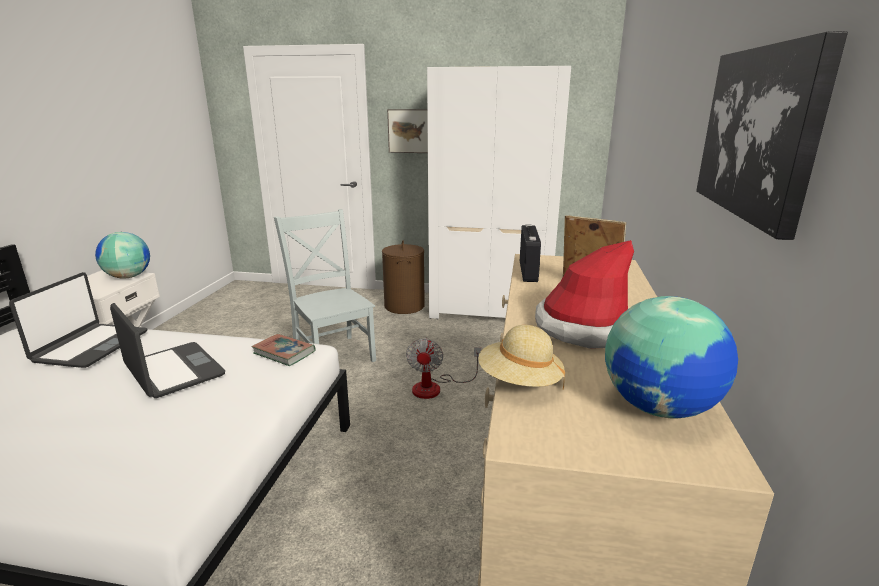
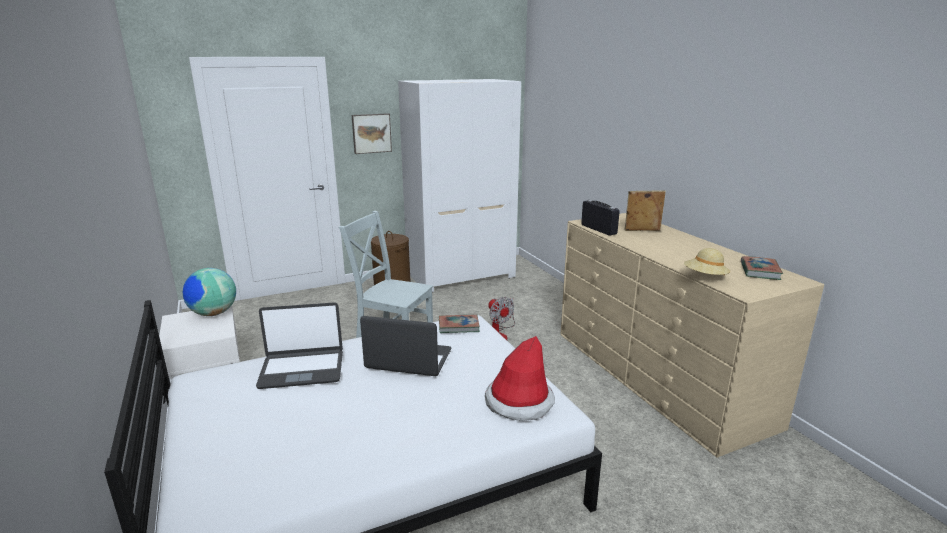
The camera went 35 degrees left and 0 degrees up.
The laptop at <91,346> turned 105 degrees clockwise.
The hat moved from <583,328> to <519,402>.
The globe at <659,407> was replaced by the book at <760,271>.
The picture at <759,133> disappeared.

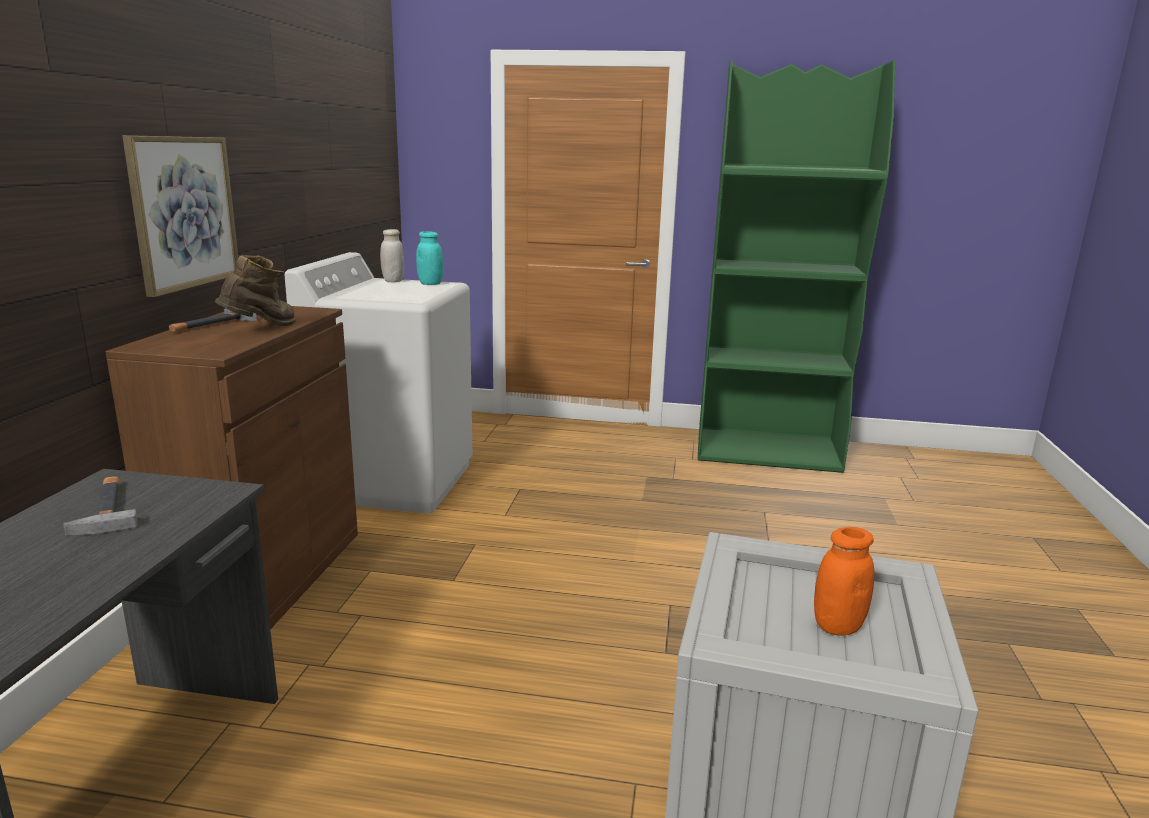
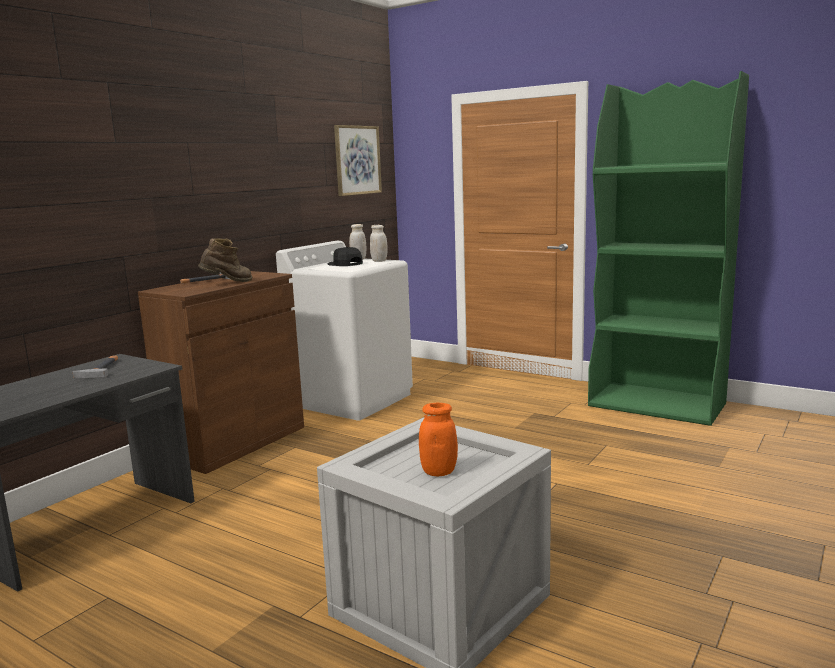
The camera went 25 degrees right and 5 degrees down.
The black cap at <345,264> appeared.
The picture moved from <184,212> to <357,160>.
The turquoise jar at <430,283> became the white jar at <379,261>.

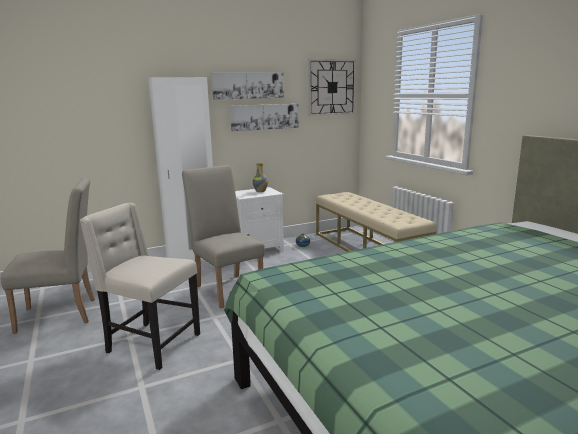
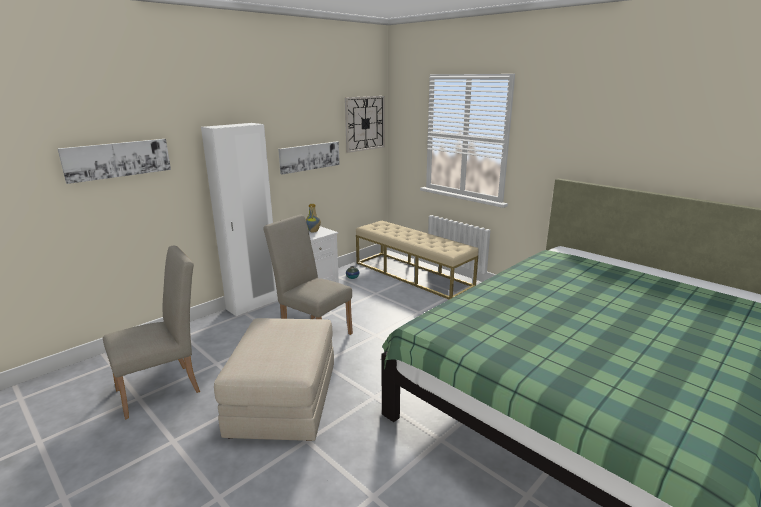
The camera went 20 degrees left and 5 degrees up.
The picture moved from <248,85> to <117,159>.
The beige chair at <151,344> was replaced by the beige ottoman at <283,400>.

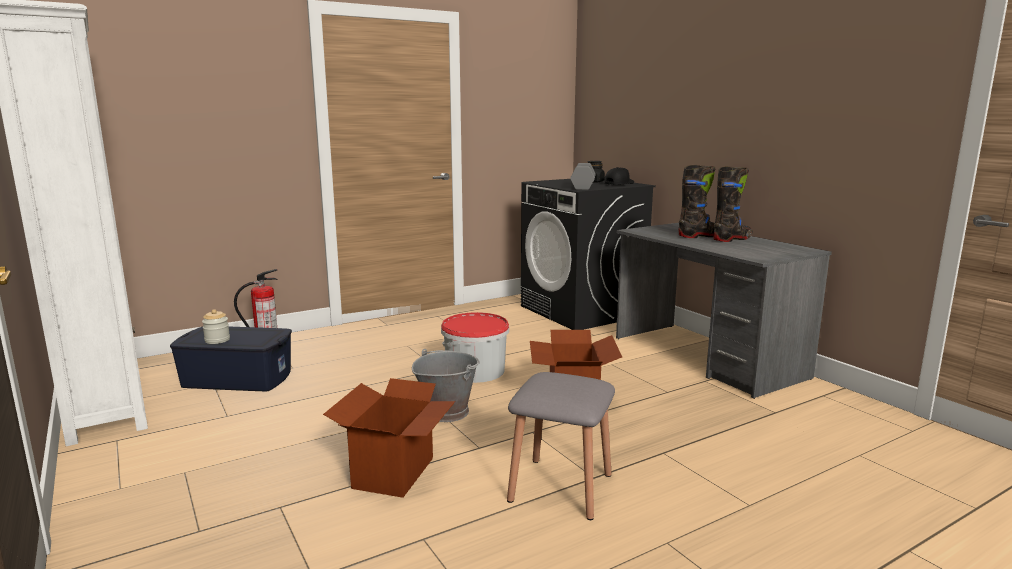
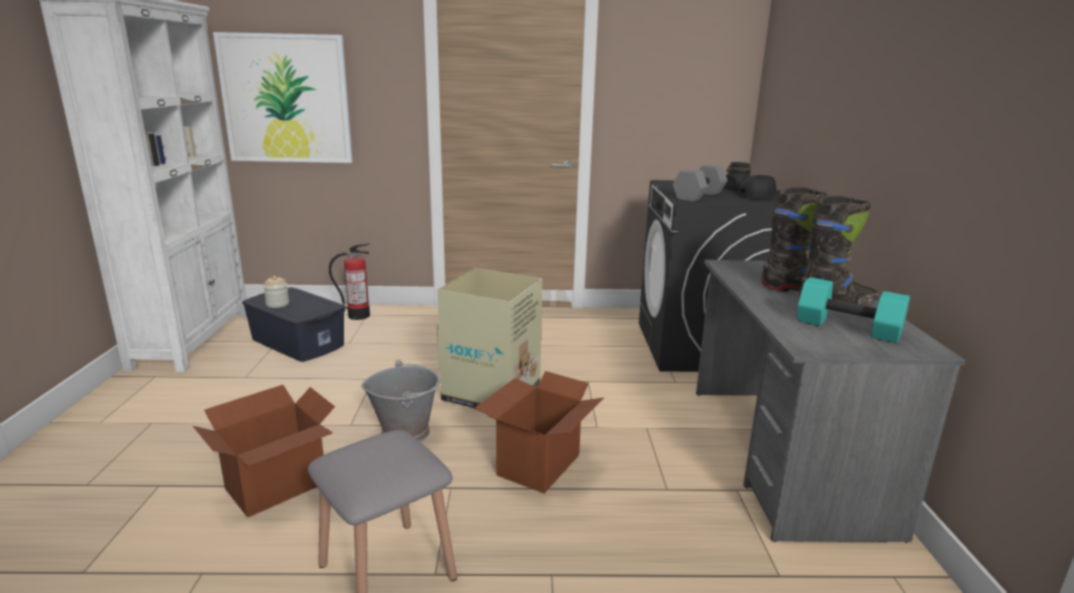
The camera went 30 degrees right and 5 degrees up.
The picture at <286,99> appeared.
The bucket at <475,371> was replaced by the cardboard box at <493,392>.
The turquoise dumbbell at <846,328> appeared.

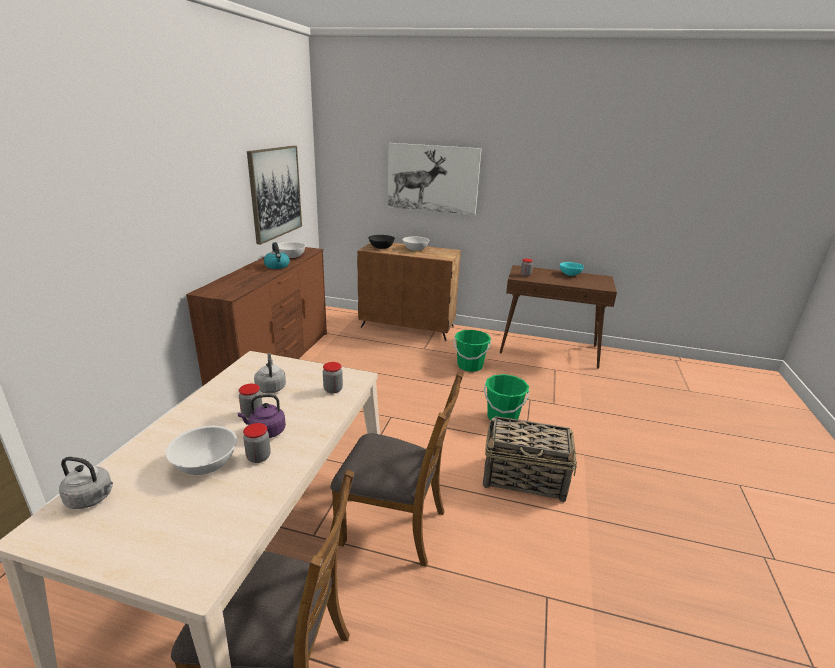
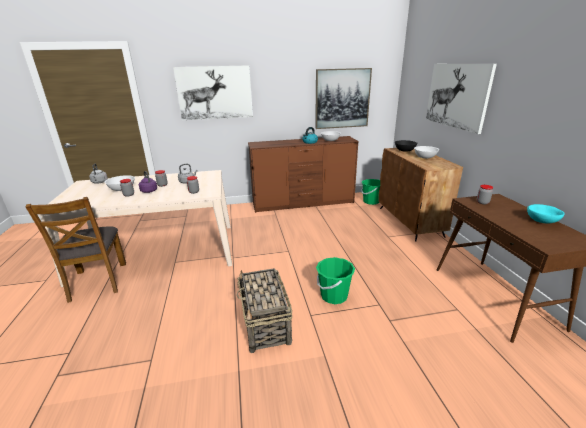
The camera went 65 degrees right and 0 degrees up.
The picture at <215,93> appeared.
The green bucket moved from <470,366> to <371,201>.
The brown chair at <394,526> disappeared.

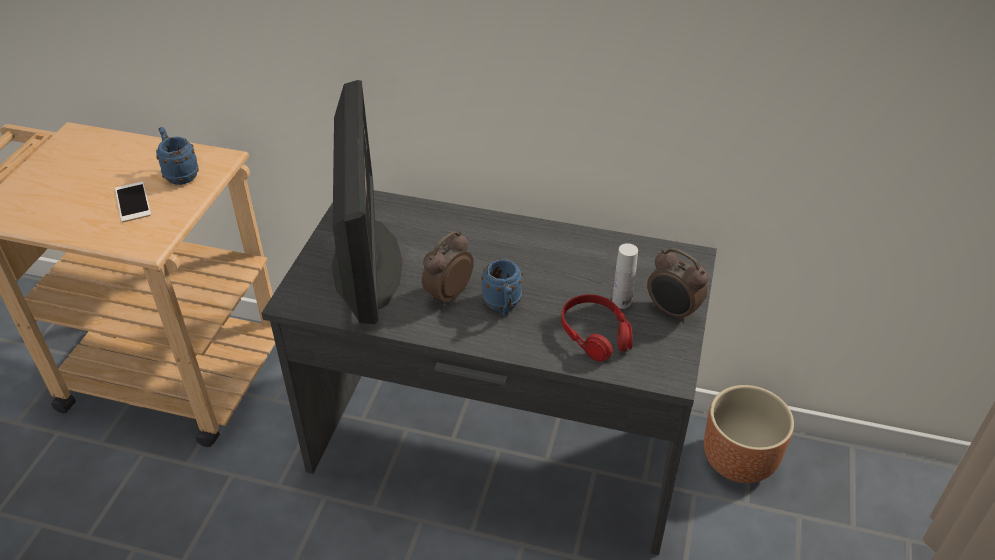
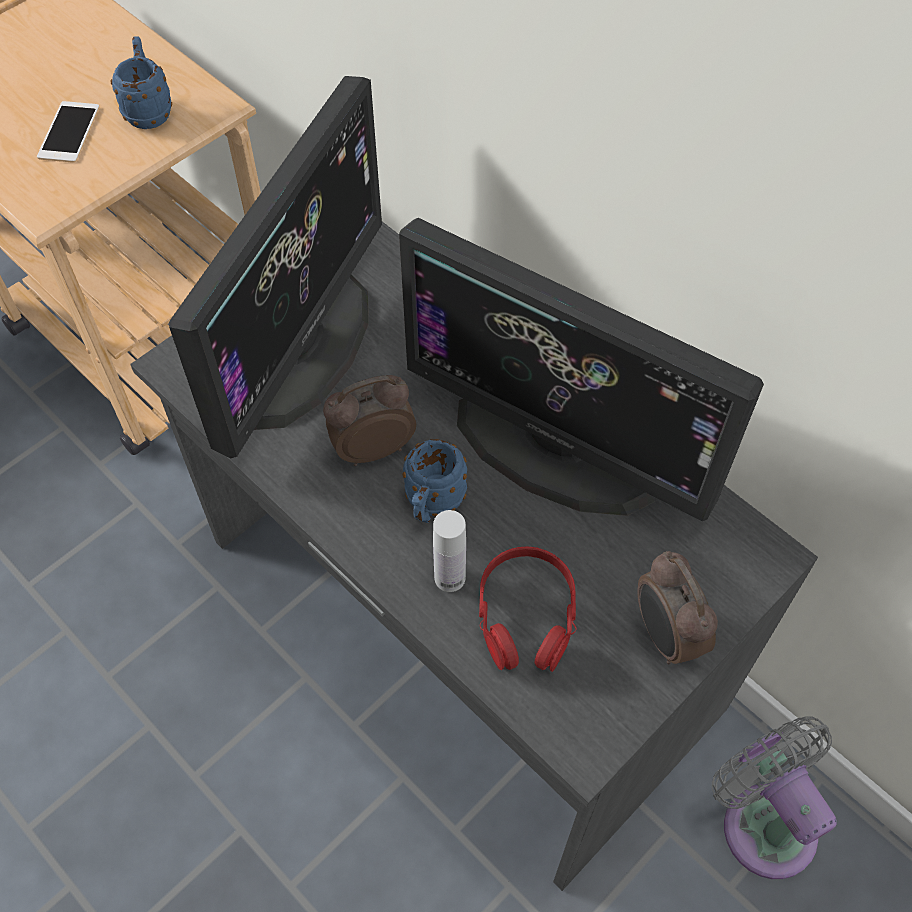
The camera went 30 degrees right and 15 degrees up.
The monitor at <555,448> appeared.
The white bottle moved from <621,302> to <449,578>.
The brown planter at <739,461> was replaced by the grey fan at <763,820>.

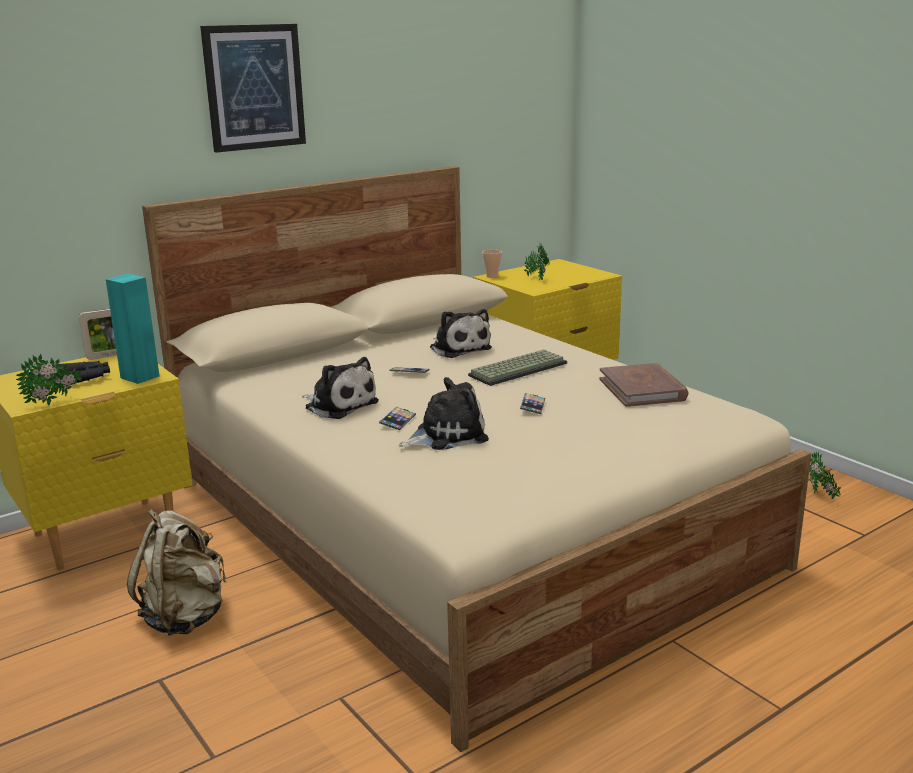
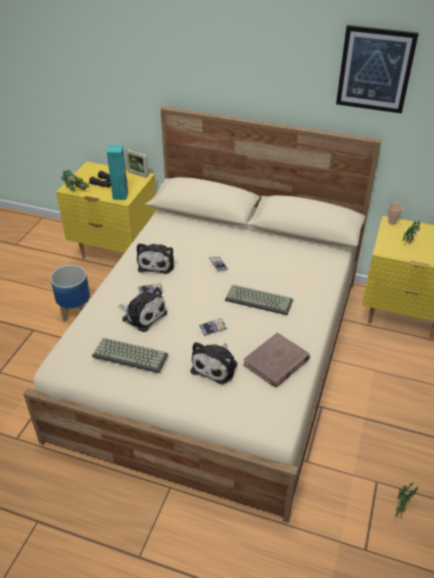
The camera went 55 degrees right and 20 degrees up.
The beige backpack at <185,617> was replaced by the planter at <75,311>.
The keyboard at <131,355> appeared.
The plush toy moved from <459,348> to <216,366>.
The picture moved from <254,87> to <375,69>.

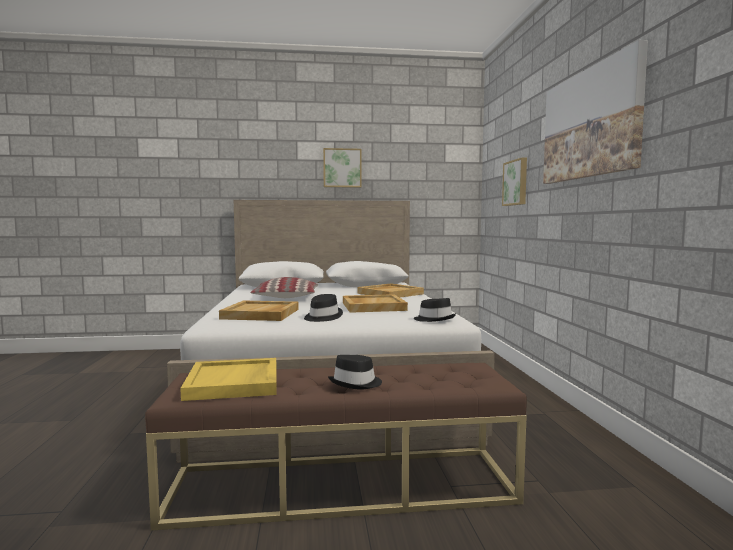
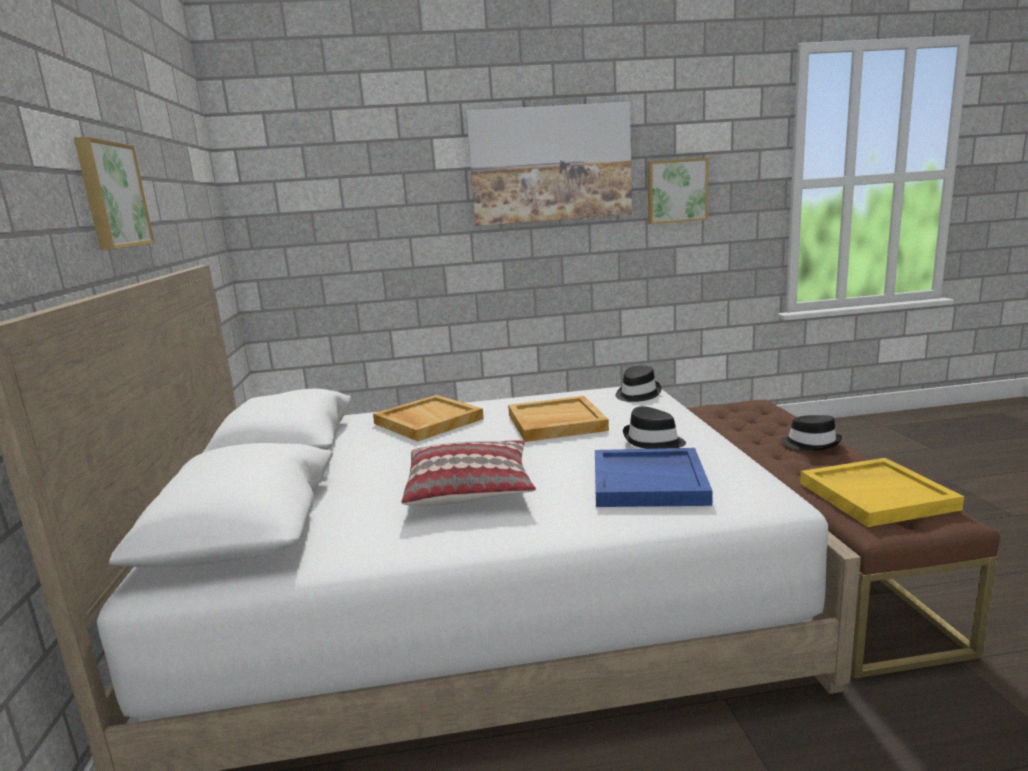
The camera went 90 degrees left and 10 degrees up.
The beige tray at <261,314> became the blue tray at <649,481>.
The picture moved from <516,182> to <676,191>.

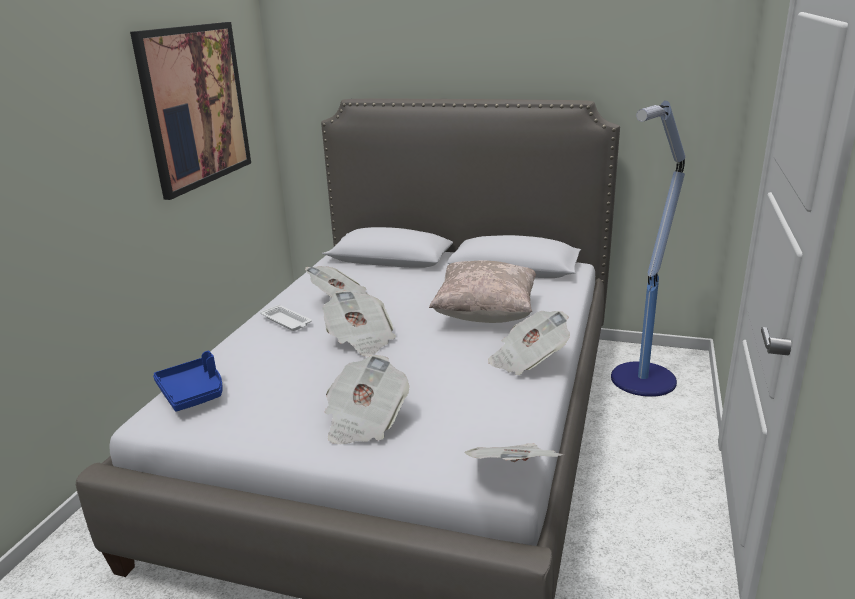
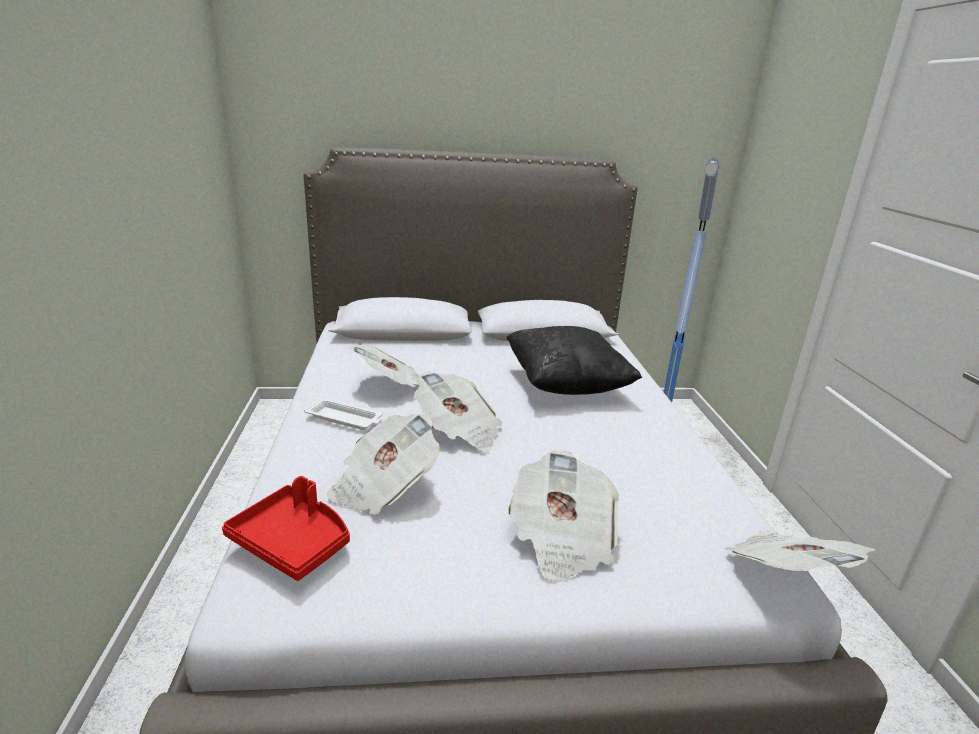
The camera went 25 degrees left and 0 degrees up.
The blue tray at <193,392> became the red tray at <293,542>.
The newspaper moved from <528,360> to <383,486>.
The beige pillow at <485,314> became the black pillow at <566,385>.
The picture at <195,106> disappeared.

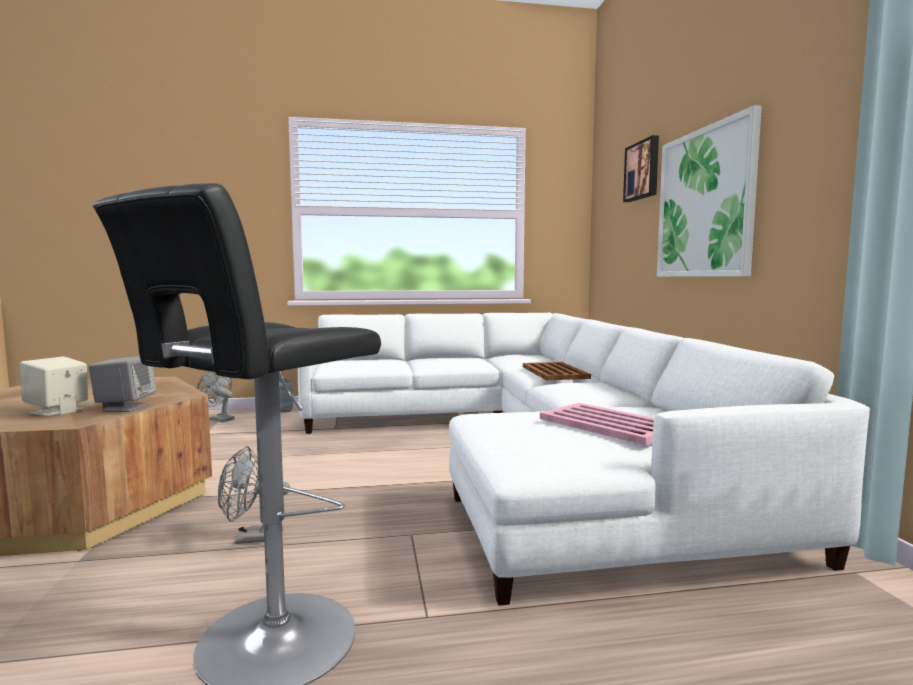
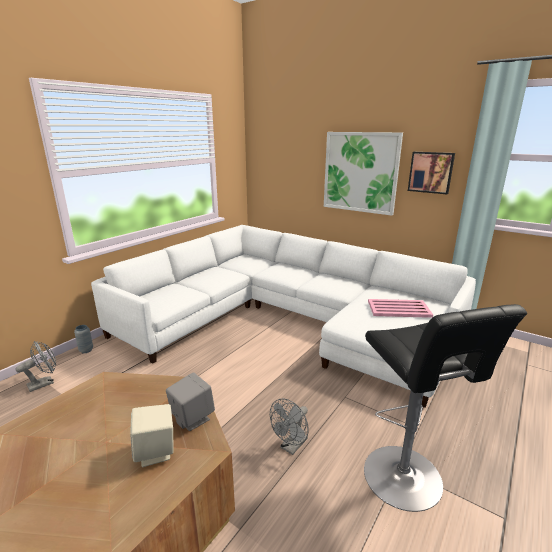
The camera went 45 degrees left and 15 degrees up.
The grey fan at <218,419> turned 150 degrees clockwise.
The picture moved from <643,170> to <431,172>.
The brown tray at <554,372> disappeared.

